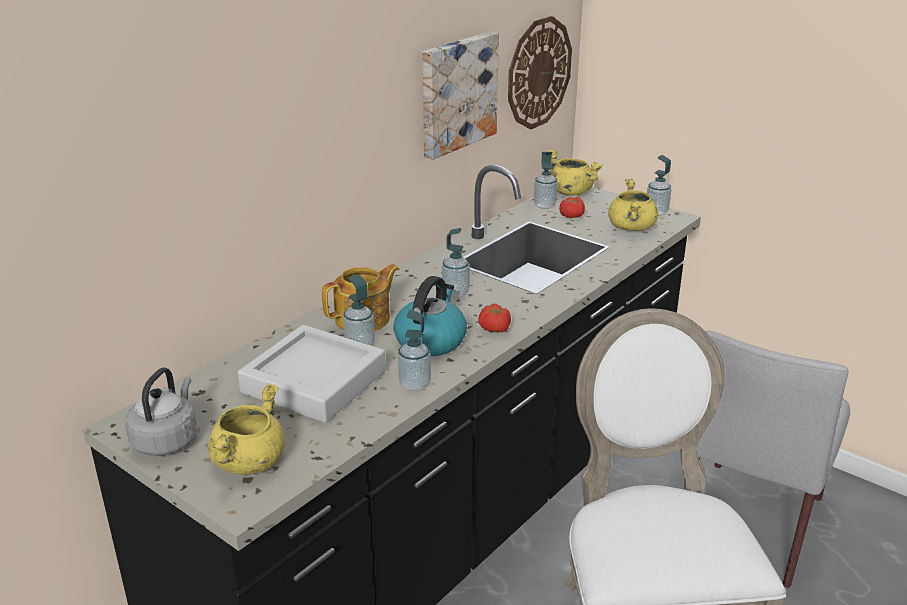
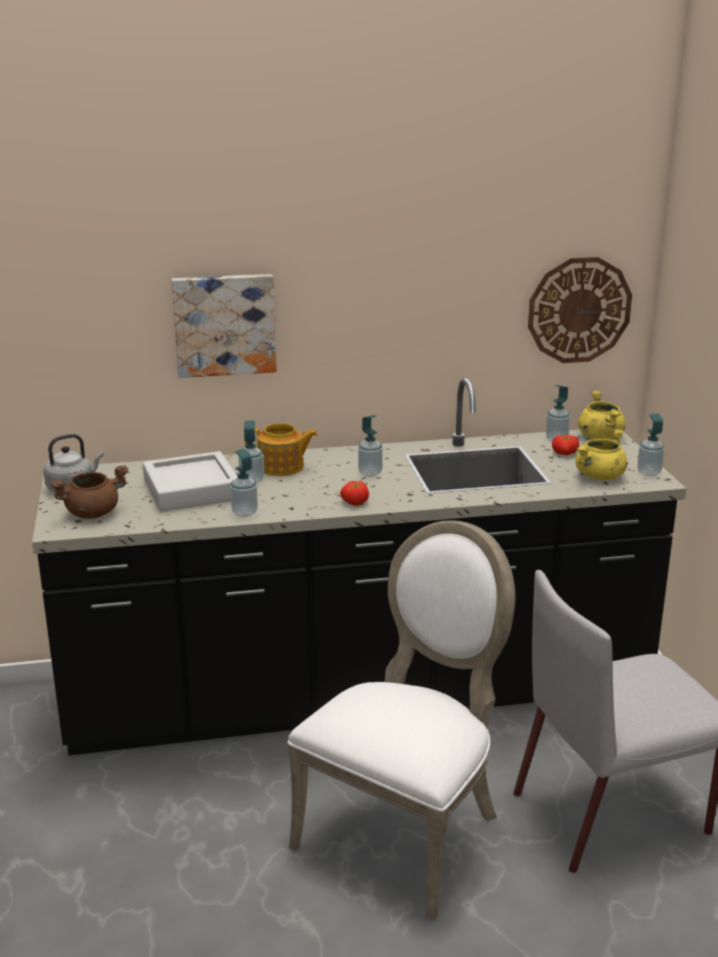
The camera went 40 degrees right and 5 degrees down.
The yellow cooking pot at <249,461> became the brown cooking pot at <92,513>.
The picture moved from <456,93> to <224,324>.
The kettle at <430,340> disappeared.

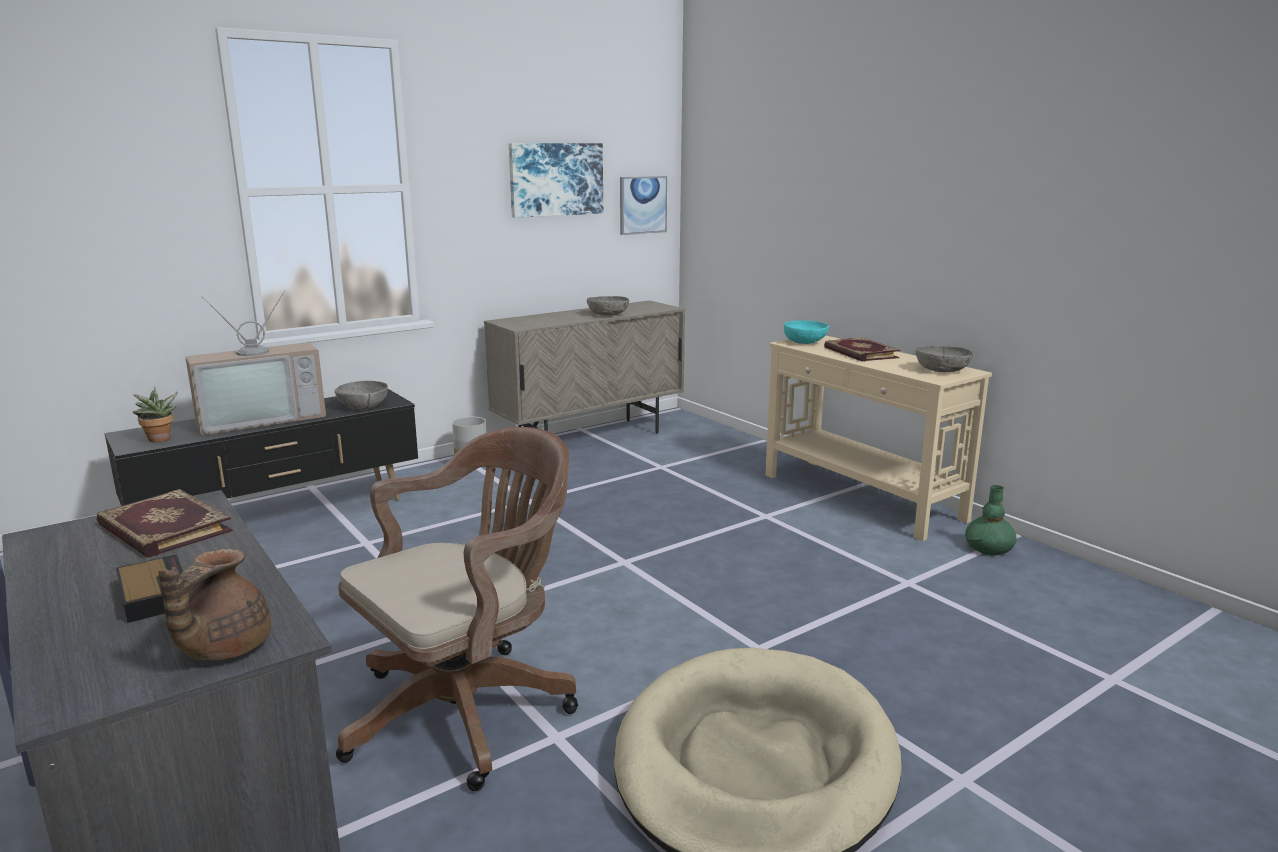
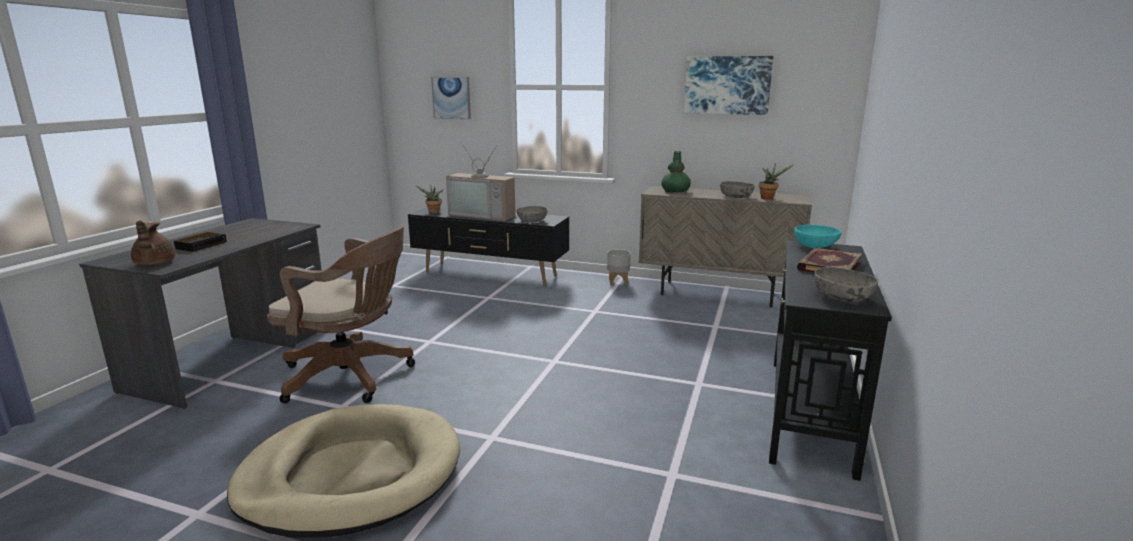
The camera went 55 degrees right and 0 degrees up.
The brown teapot at <222,649> turned 90 degrees counterclockwise.
The picture moved from <642,205> to <451,97>.
The green vase moved from <989,548> to <675,191>.
The potted plant at <768,198> appeared.
The beige console table at <861,497> became the black console table at <808,412>.
The book at <162,529> disappeared.

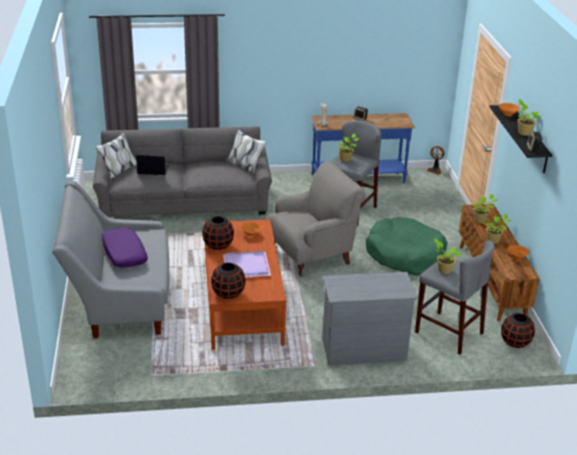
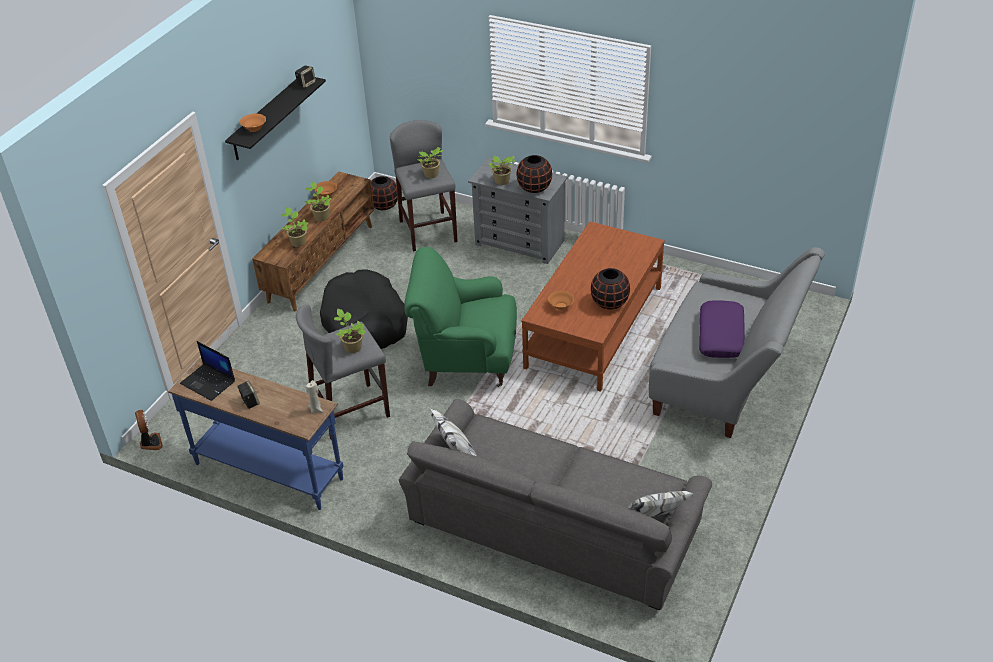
The camera went 145 degrees left and 10 degrees up.
The laptop moved from <152,170> to <209,382>.
The green dog bed at <405,255> became the black dog bed at <365,322>.
The grey armchair at <312,255> became the green armchair at <466,359>.
The potted plant moved from <523,132> to <502,182>.
The black vase moved from <228,294> to <534,188>.
The purple tray at <245,266> disappeared.

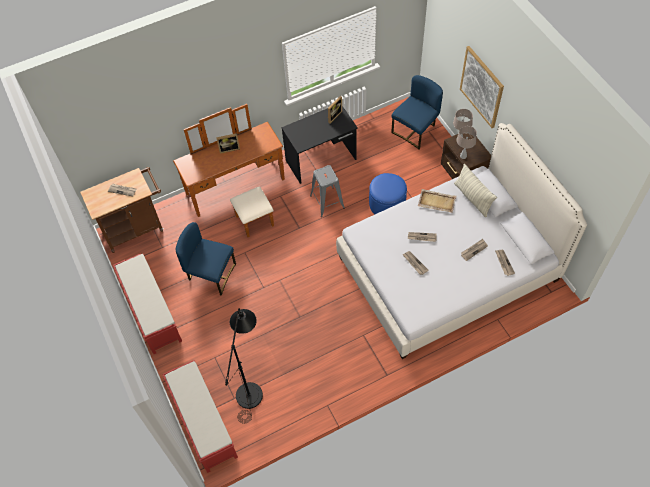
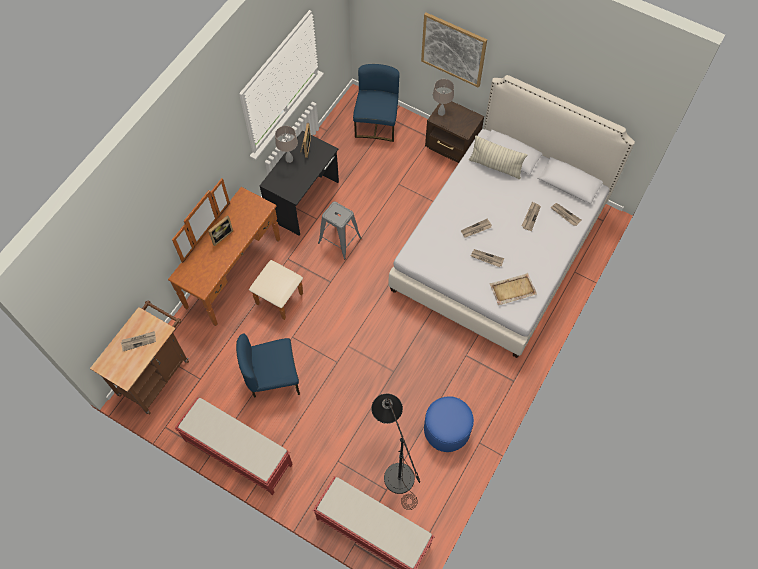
The camera went 35 degrees left and 5 degrees up.
The beige table lamp moved from <463,156> to <289,159>.
The blue ottoman moved from <387,204> to <447,429>.
The beige tray moved from <436,201> to <512,290>.

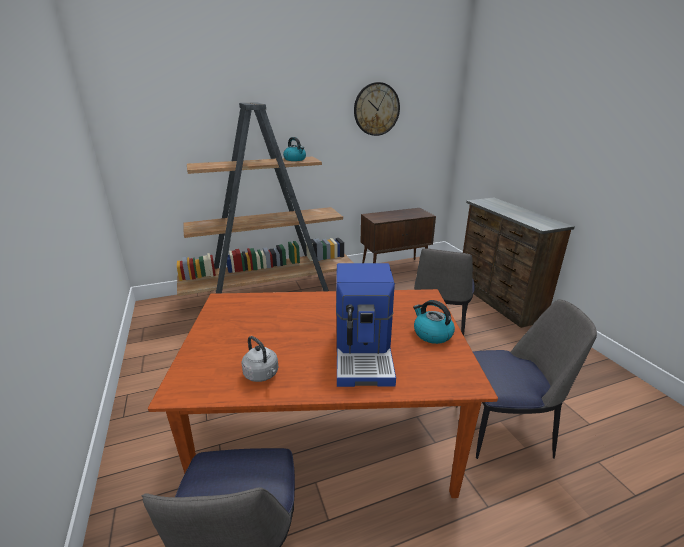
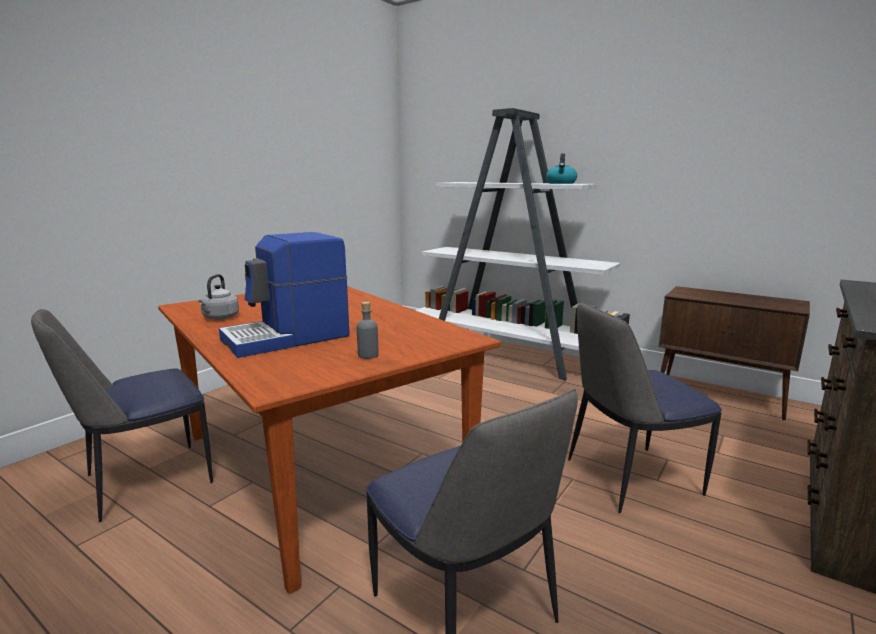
The camera went 55 degrees right and 10 degrees down.
The kettle at <432,334> was replaced by the grey bottle at <368,355>.
The brown bookcase at <271,291> became the white bookcase at <510,355>.
The wall clock at <376,109> disappeared.

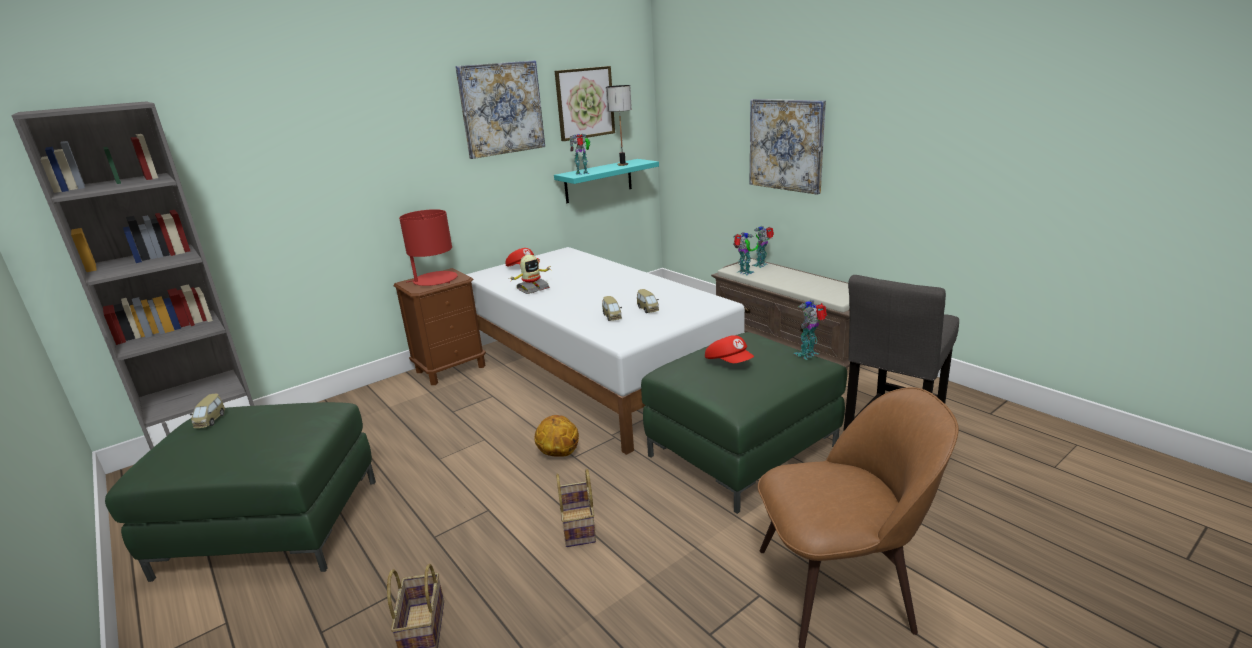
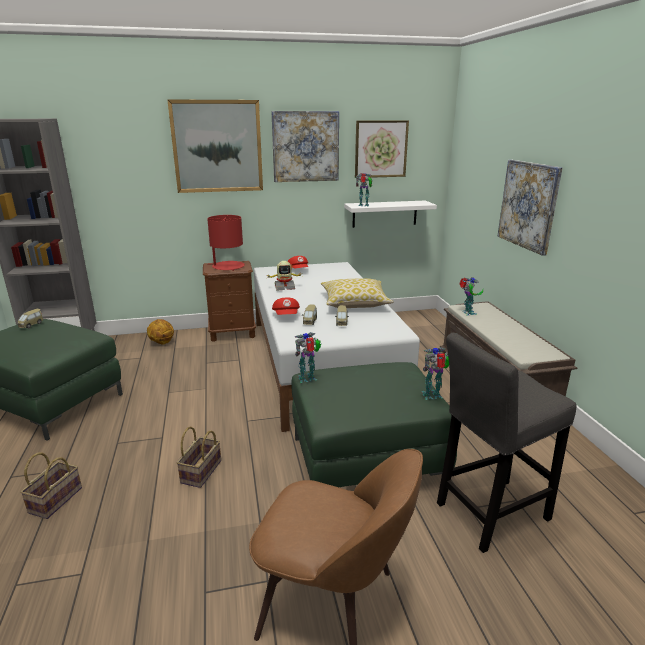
The camera went 25 degrees right and 0 degrees up.
The basketball moved from <558,454> to <162,343>.
The picture at <217,146> appeared.
The red cap moved from <729,362> to <286,316>.
The toy robot moved from <761,265> to <308,379>.
The pillow at <355,303> appeared.
The turquoise shelf at <598,181> became the white shelf at <384,214>.
The table lamp at <623,164> disappeared.

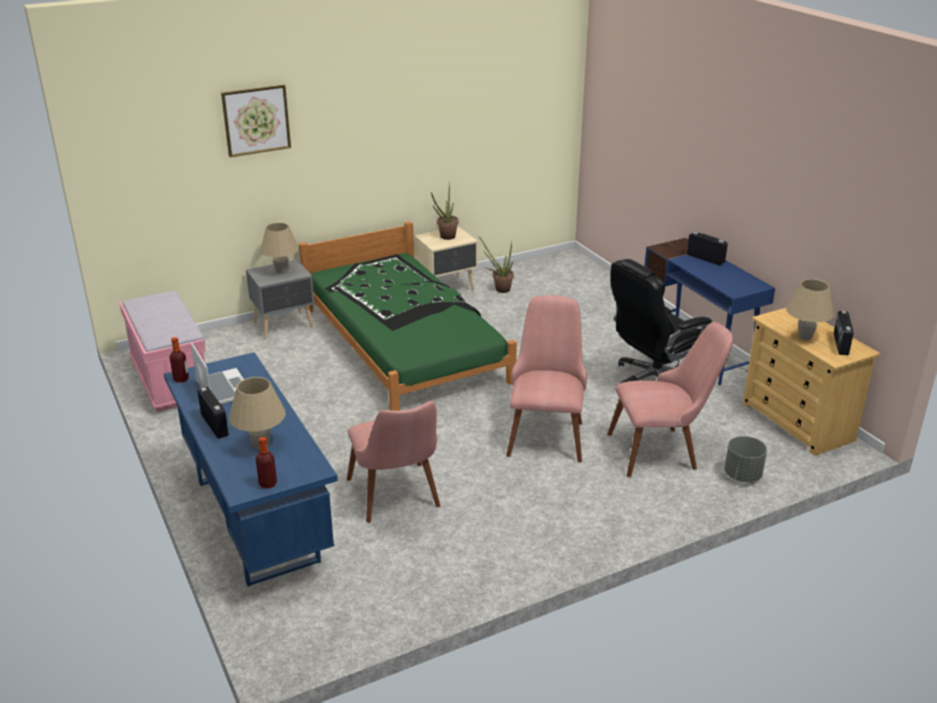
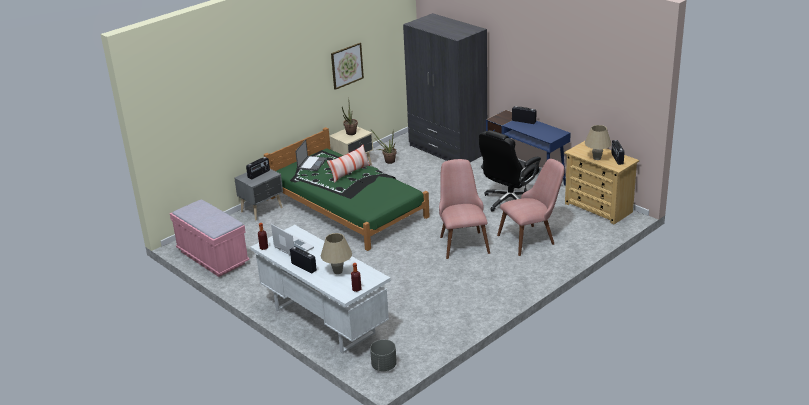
The camera went 15 degrees left and 0 degrees up.
The beige table lamp at <281,271> was replaced by the radio at <259,174>.
The blue desk at <255,520> became the white desk at <323,321>.
The laptop at <312,163> appeared.
The pillow at <350,173> appeared.
The picture moved from <256,120> to <346,65>.
The grey planter moved from <742,476> to <384,366>.
The grey wardrobe at <447,150> appeared.
The pink chair at <398,500> disappeared.

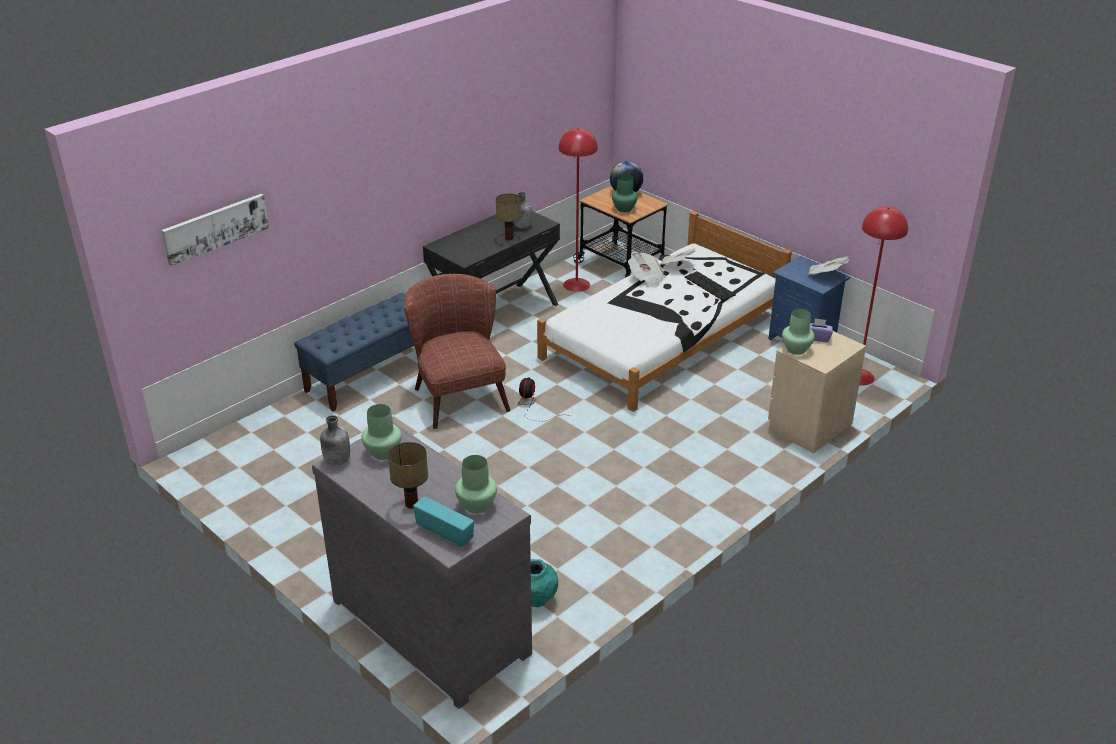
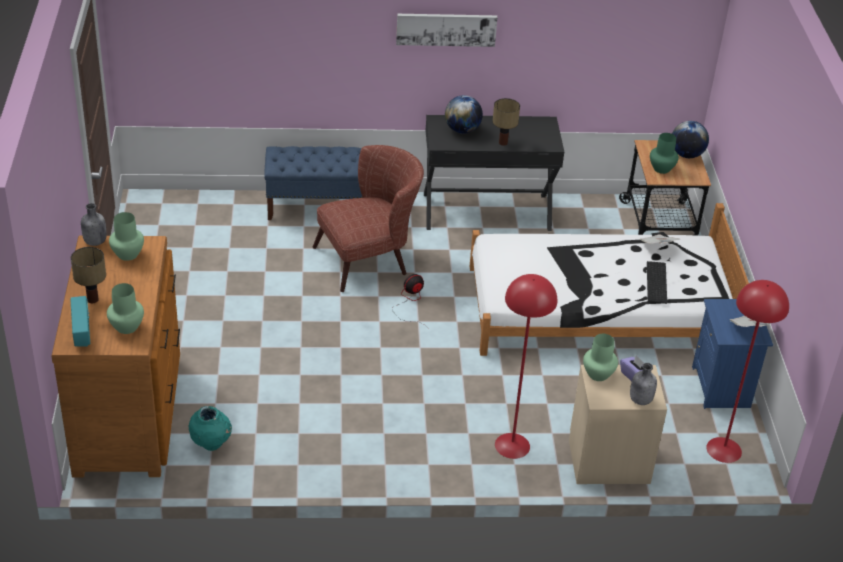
The camera went 40 degrees right and 5 degrees up.
The grey dresser at <433,624> became the brown dresser at <130,412>.
The brown armchair at <458,394> turned 45 degrees clockwise.
The picture moved from <215,228> to <446,29>.
The globe at <462,130> appeared.
The red floor lamp moved from <577,284> to <512,445>.
The grey bottle moved from <522,227> to <640,400>.
The newspaper at <646,278> disappeared.

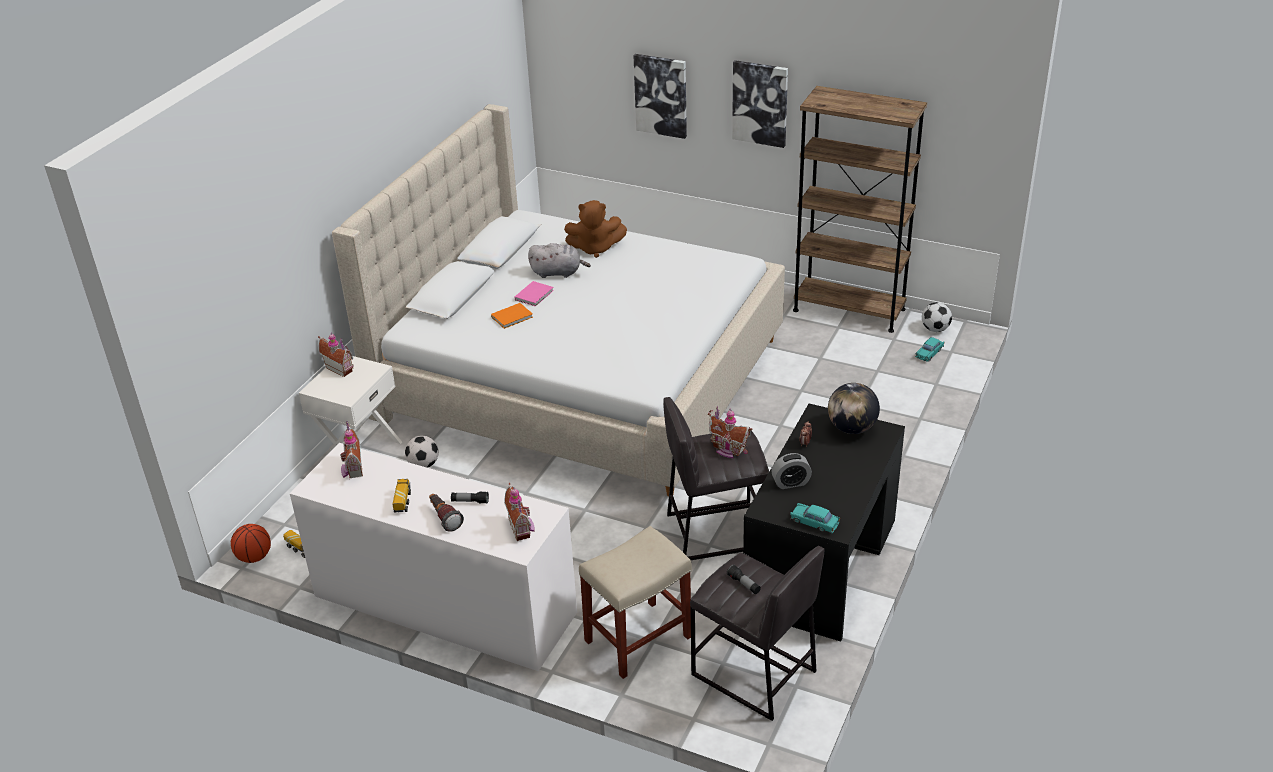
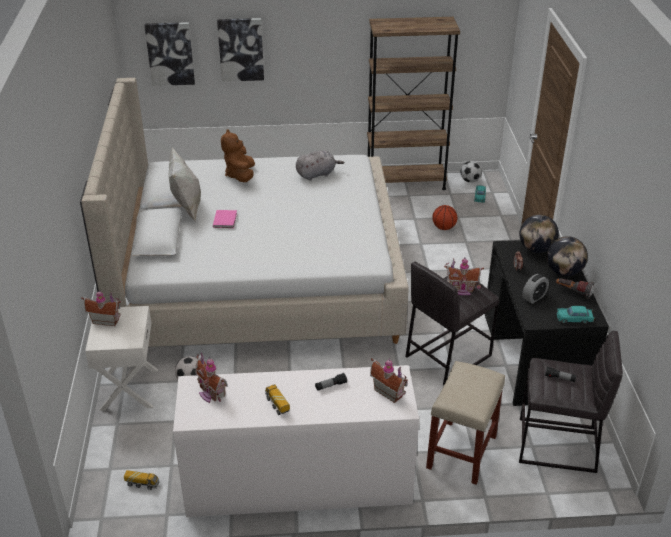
The camera went 30 degrees left and 0 degrees up.
The picture moved from <760,103> to <170,53>.
The white pillow at <187,209> appeared.
The brown plush toy at <595,248> turned 120 degrees clockwise.
The grey plush toy moved from <558,273> to <317,174>.
The basketball moved from <254,557> to <443,228>.
The globe at <564,272> appeared.
The flashlight moved from <444,518> to <573,292>.
The orange book at <513,317> disappeared.

